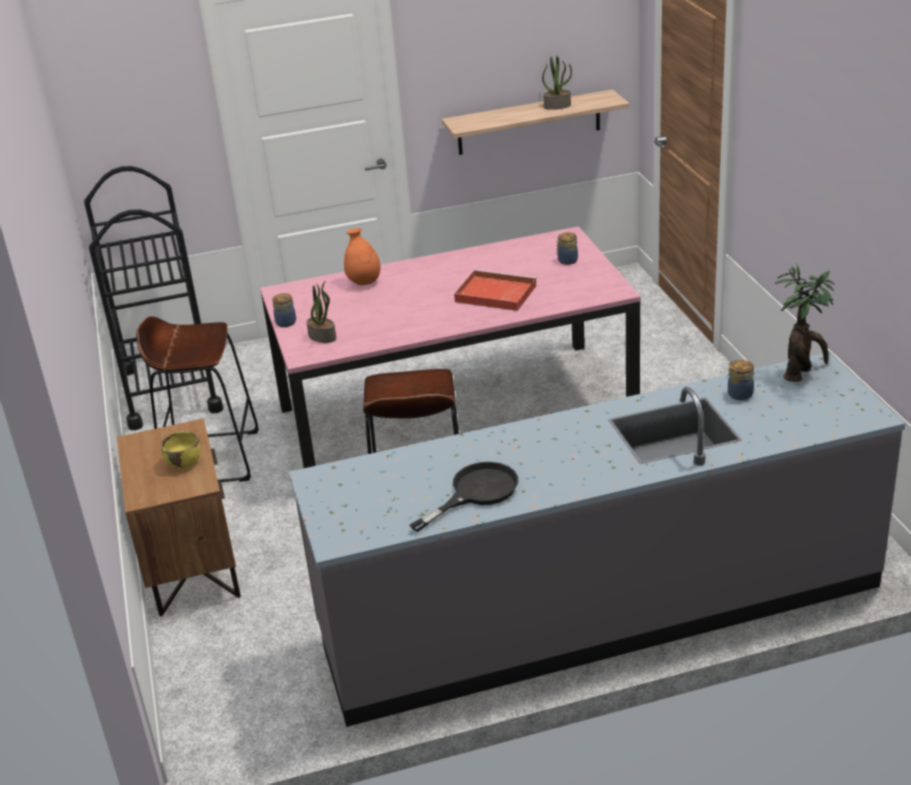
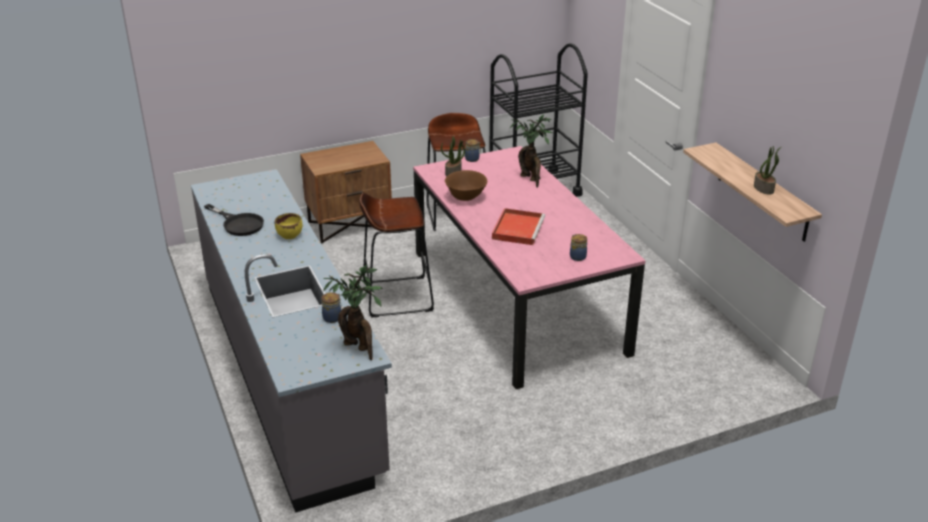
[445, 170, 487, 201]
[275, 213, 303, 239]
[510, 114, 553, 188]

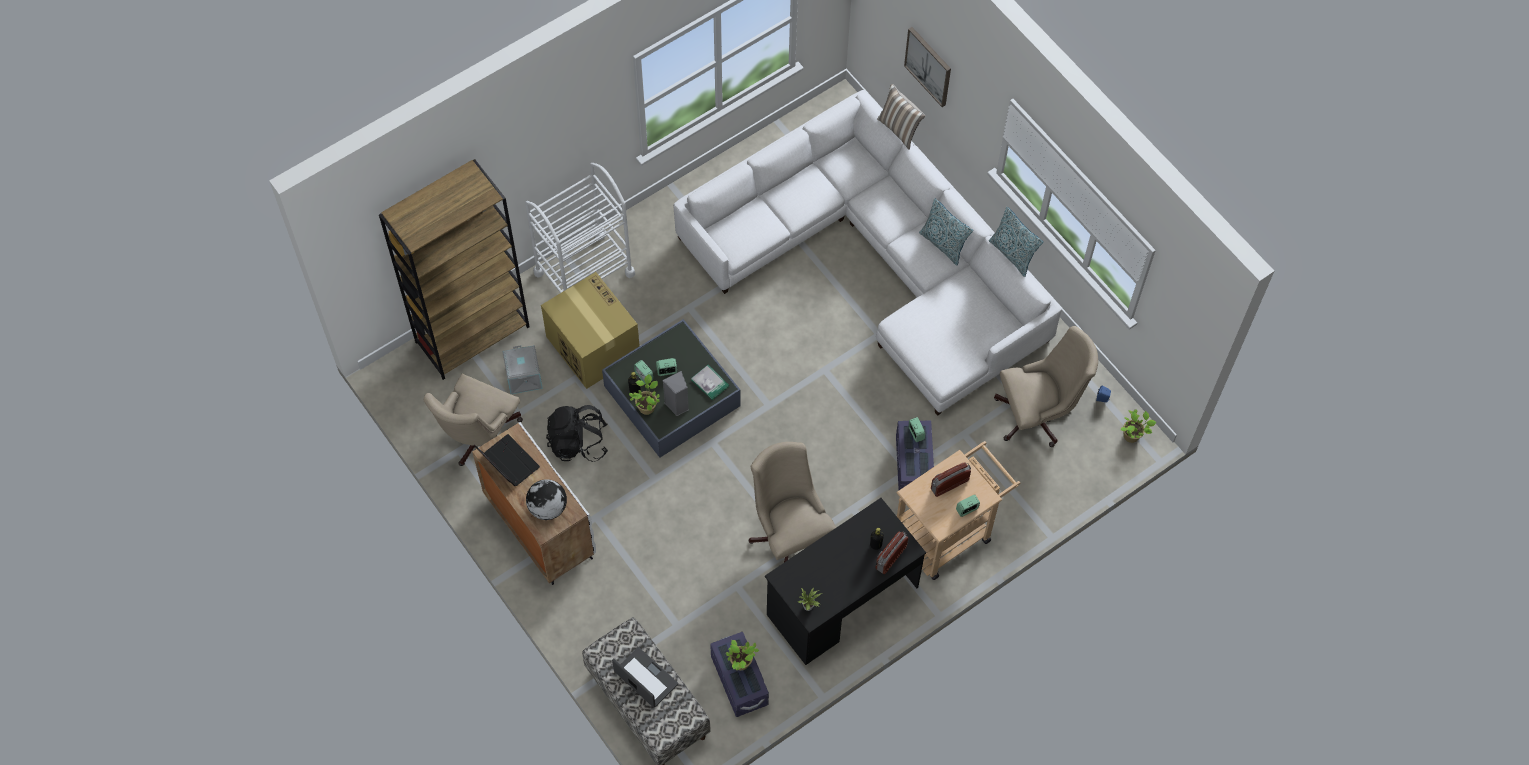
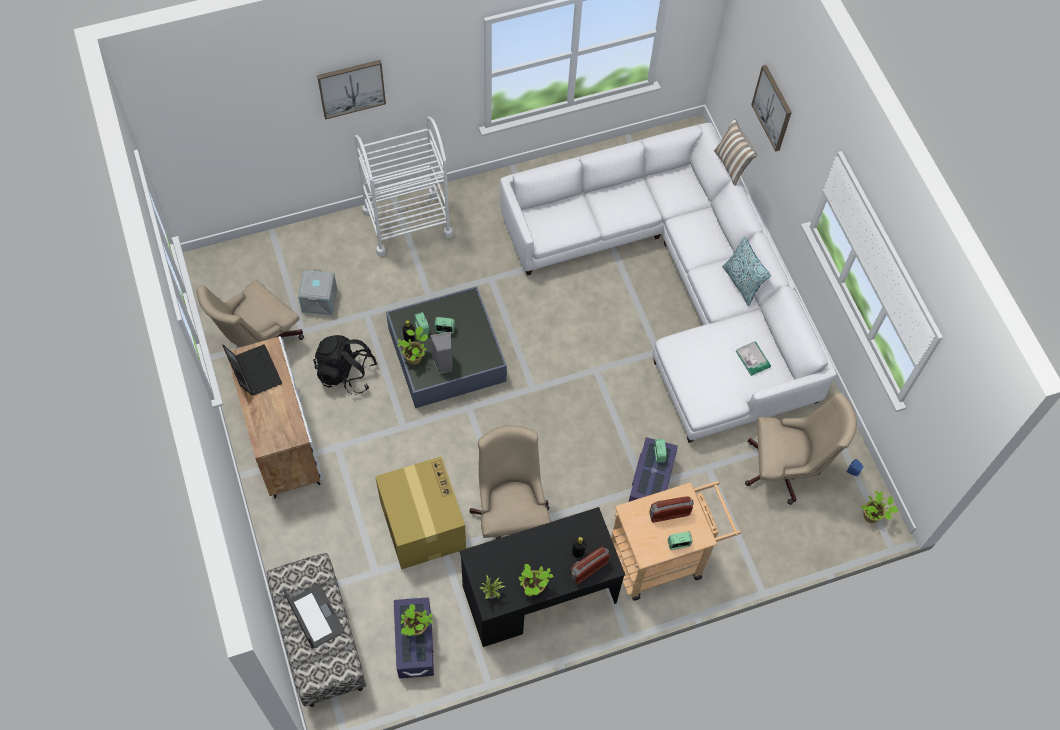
[379, 159, 530, 380] (first image)
[526, 479, 567, 520] (first image)
[989, 207, 1043, 277] (first image)
[317, 60, 386, 120]
[518, 564, 554, 597]
[375, 456, 466, 570]
[736, 341, 771, 376]

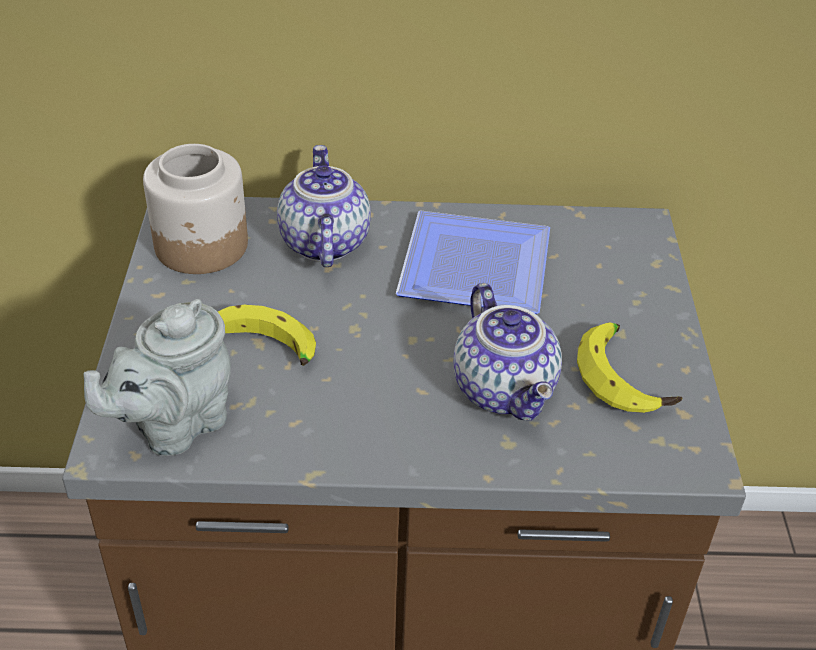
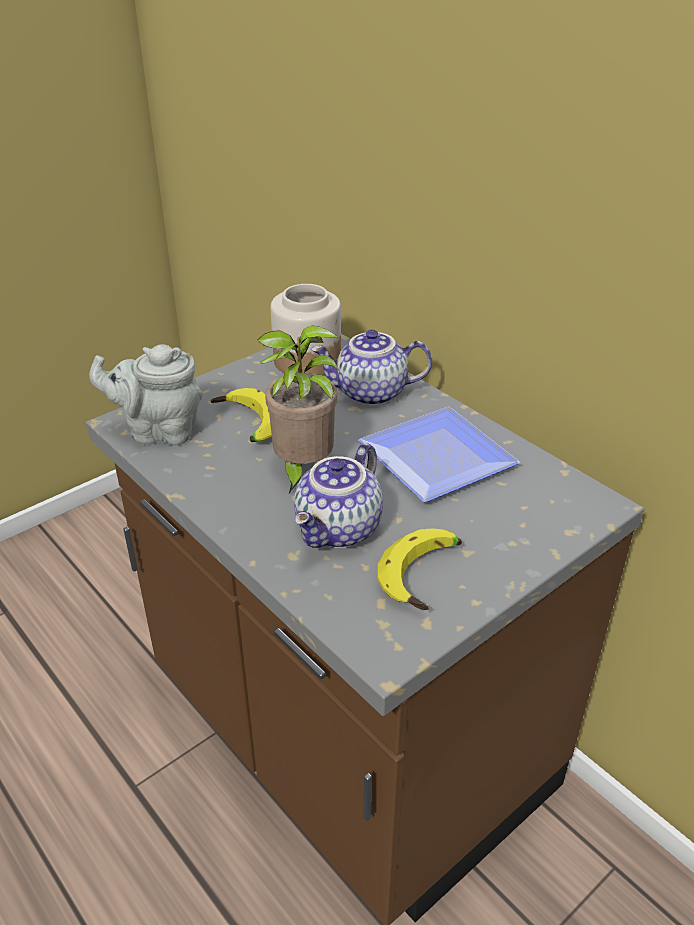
[257, 325, 340, 493]
[311, 329, 432, 406]

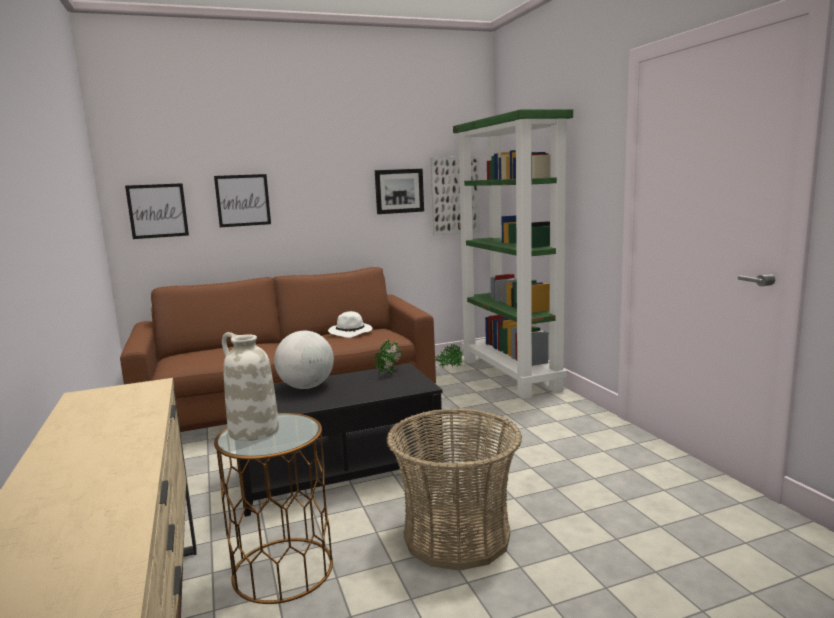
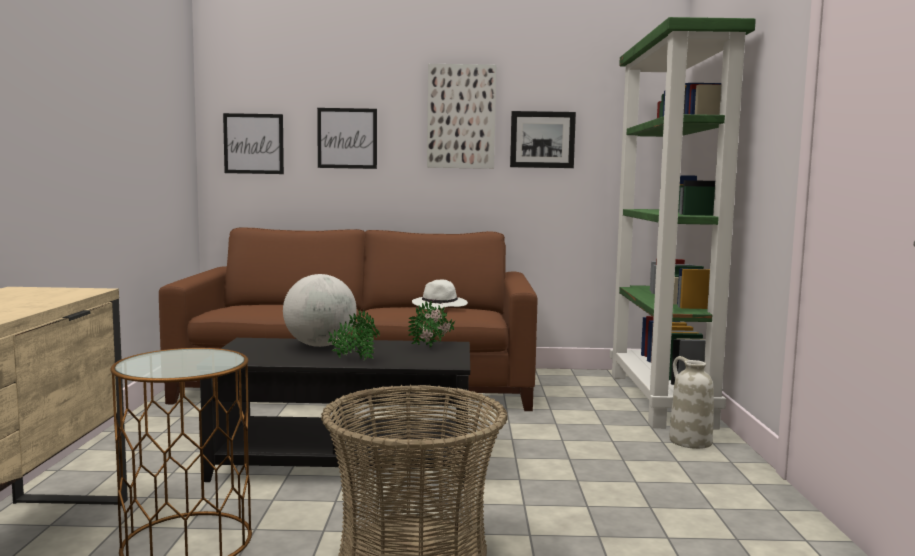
[669, 356, 714, 449]
[427, 64, 497, 169]
[328, 309, 380, 360]

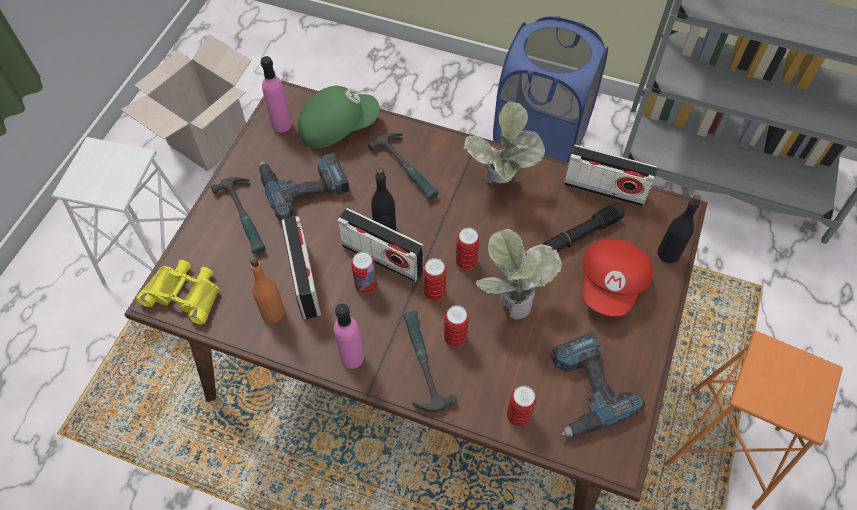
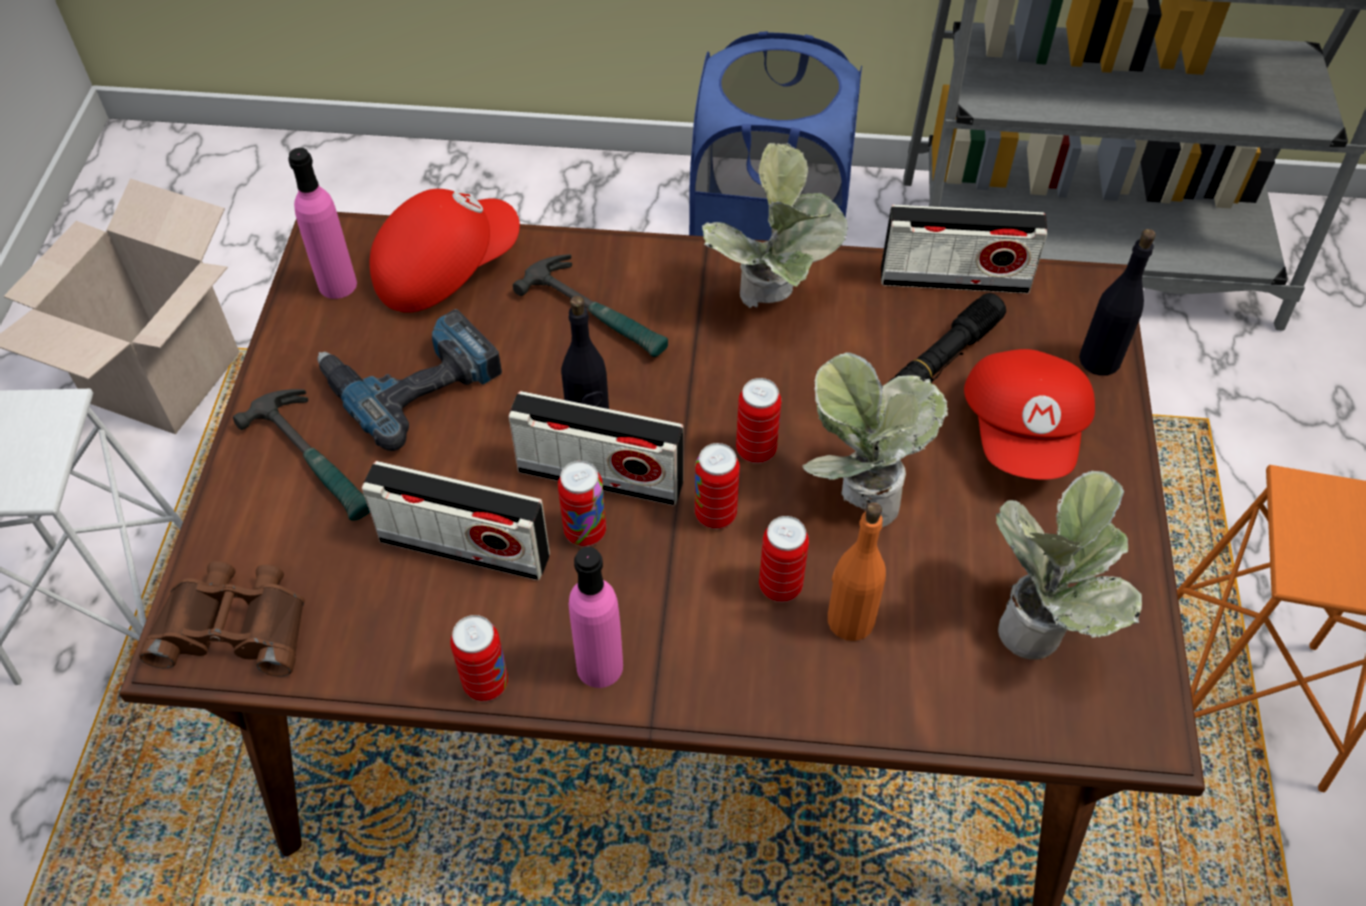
[403, 311, 458, 412] (first image)
[828, 502, 886, 641]
[450, 615, 508, 702]
[996, 471, 1142, 659]
[139, 561, 305, 676]
[369, 189, 520, 313]
[362, 461, 550, 580]

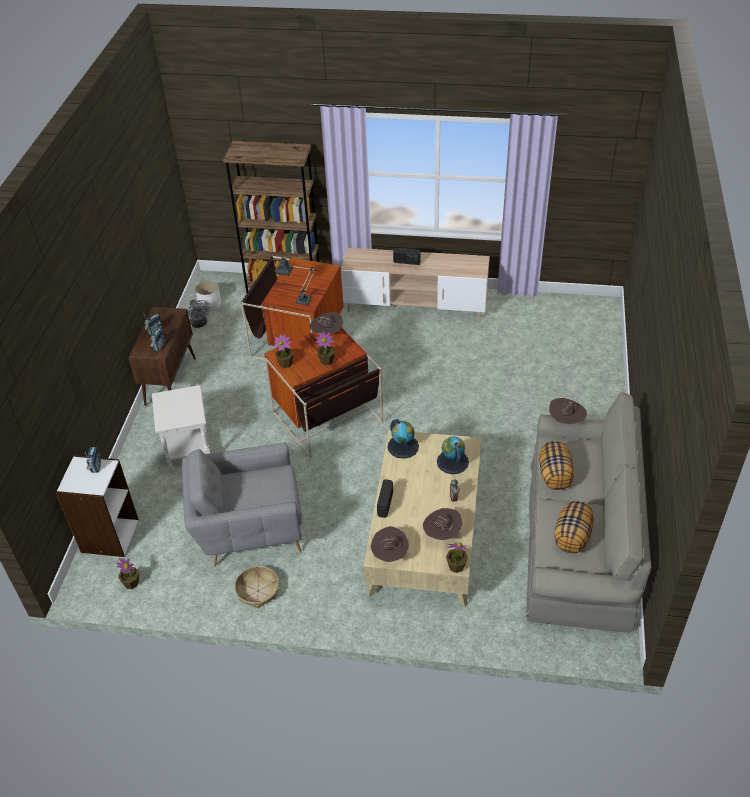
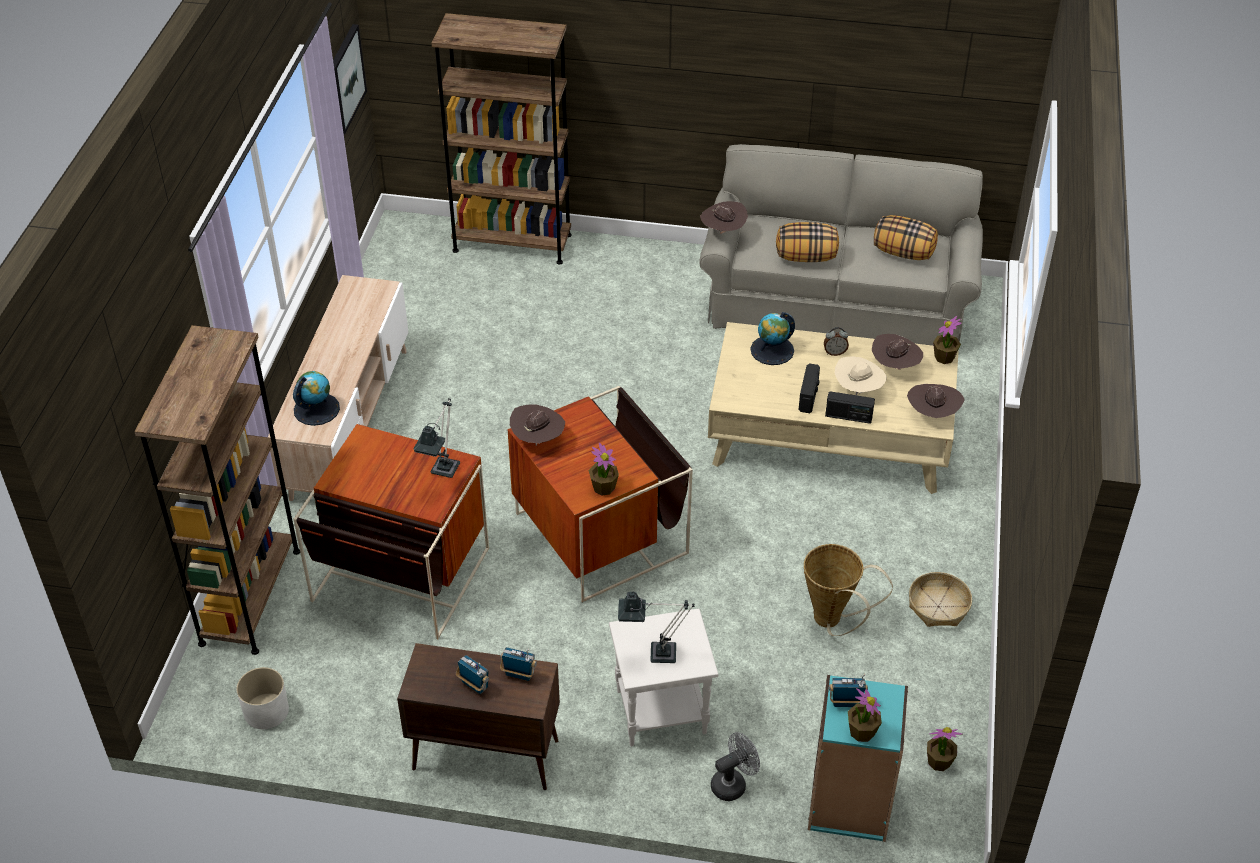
[333, 24, 367, 135]
[432, 13, 572, 265]
[618, 592, 694, 663]
[835, 356, 887, 395]
[711, 732, 760, 801]
[848, 688, 882, 742]
[293, 371, 340, 426]
[799, 363, 820, 413]
[804, 544, 893, 636]
[808, 675, 908, 842]

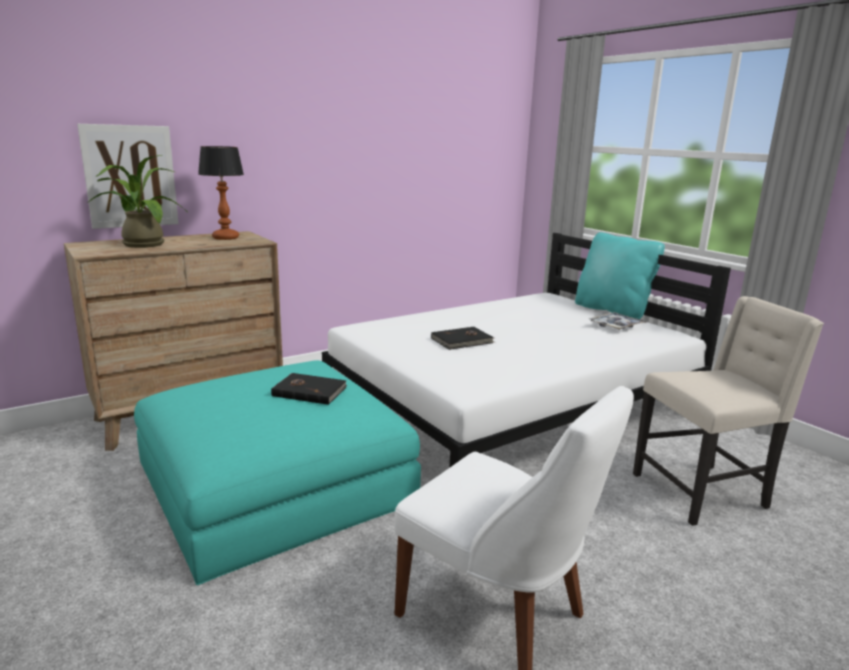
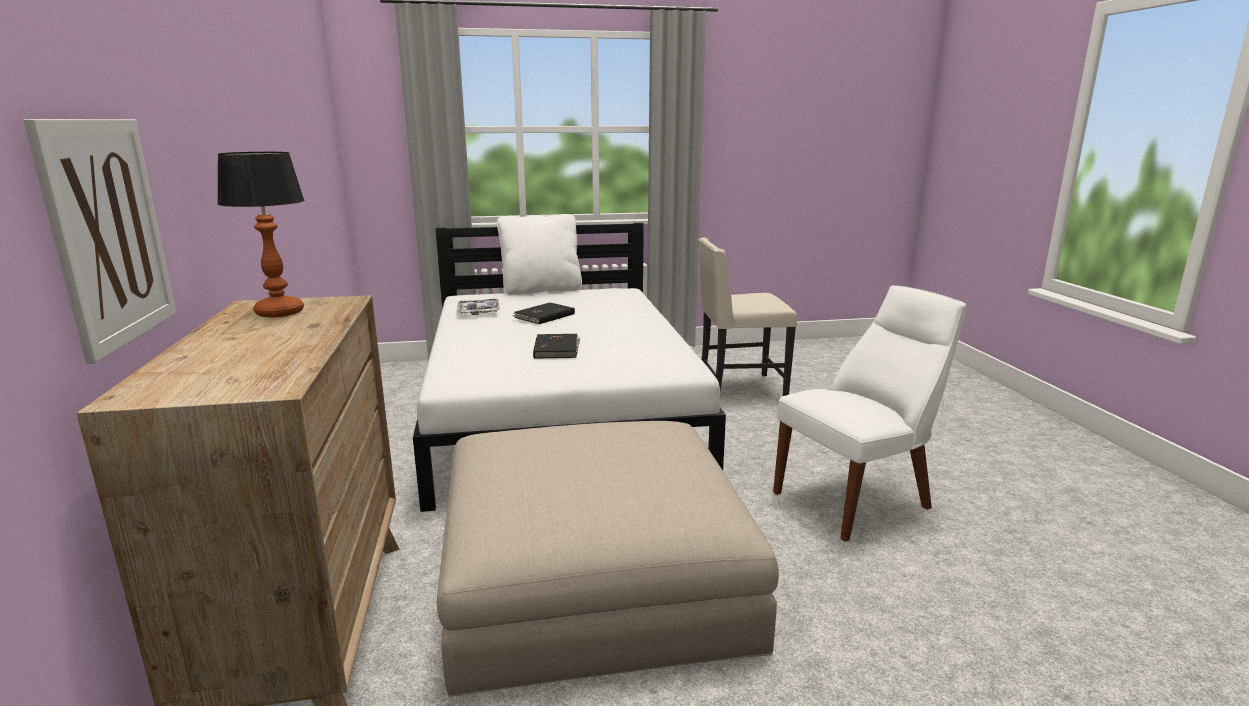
[89, 155, 185, 248] (first image)
[512, 303, 575, 324]
[457, 299, 500, 315]
[437, 421, 779, 697]
[497, 214, 582, 295]
[698, 238, 797, 396]

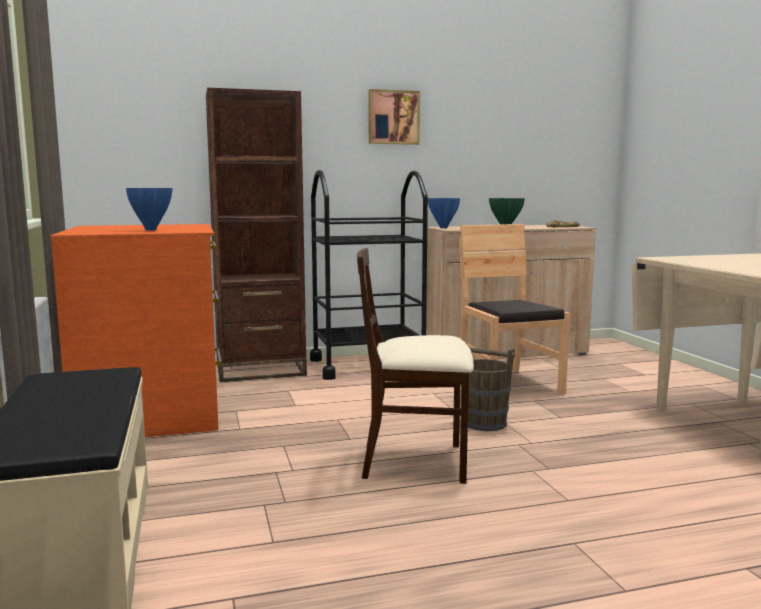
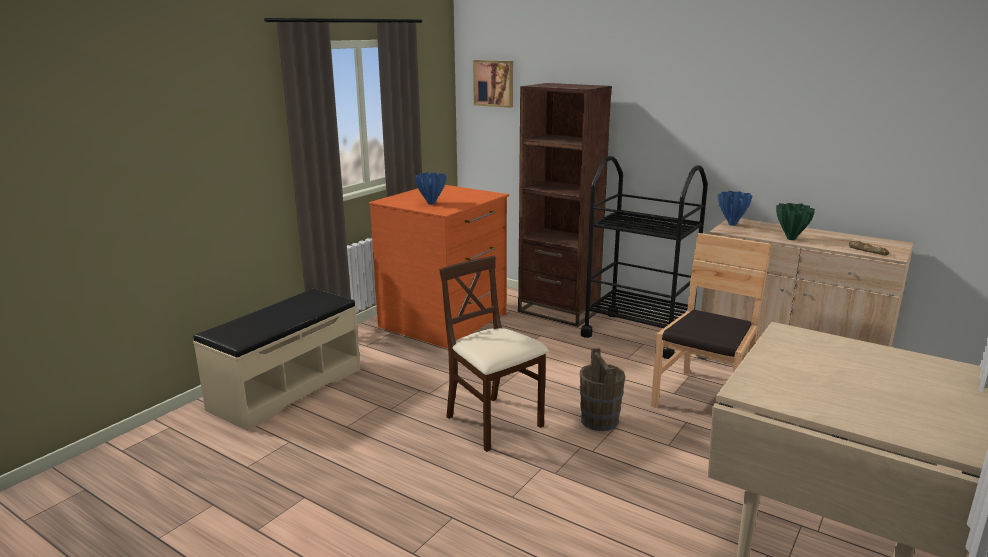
[473, 60, 513, 108]

